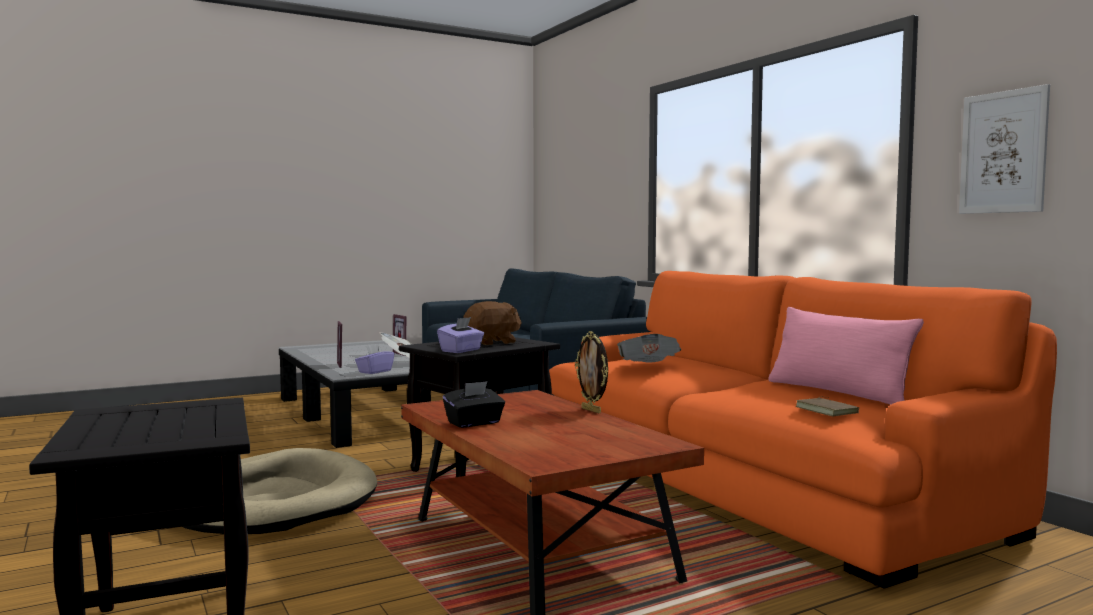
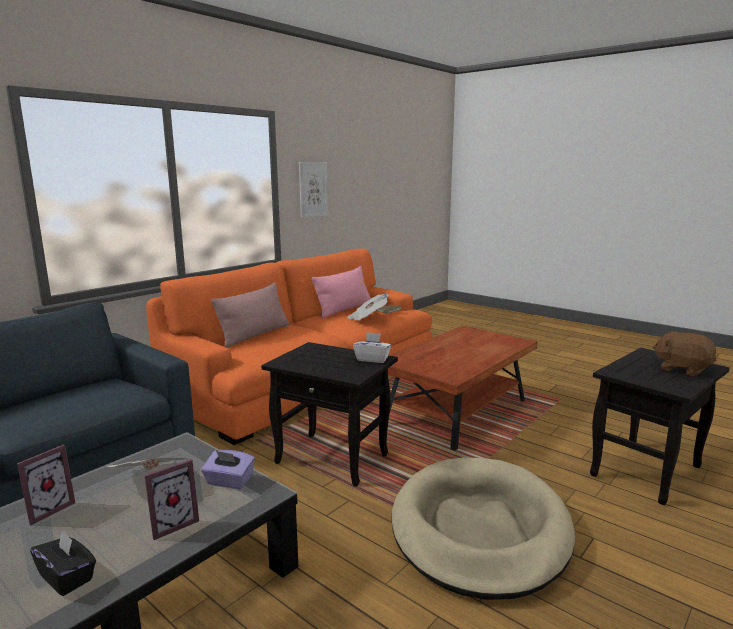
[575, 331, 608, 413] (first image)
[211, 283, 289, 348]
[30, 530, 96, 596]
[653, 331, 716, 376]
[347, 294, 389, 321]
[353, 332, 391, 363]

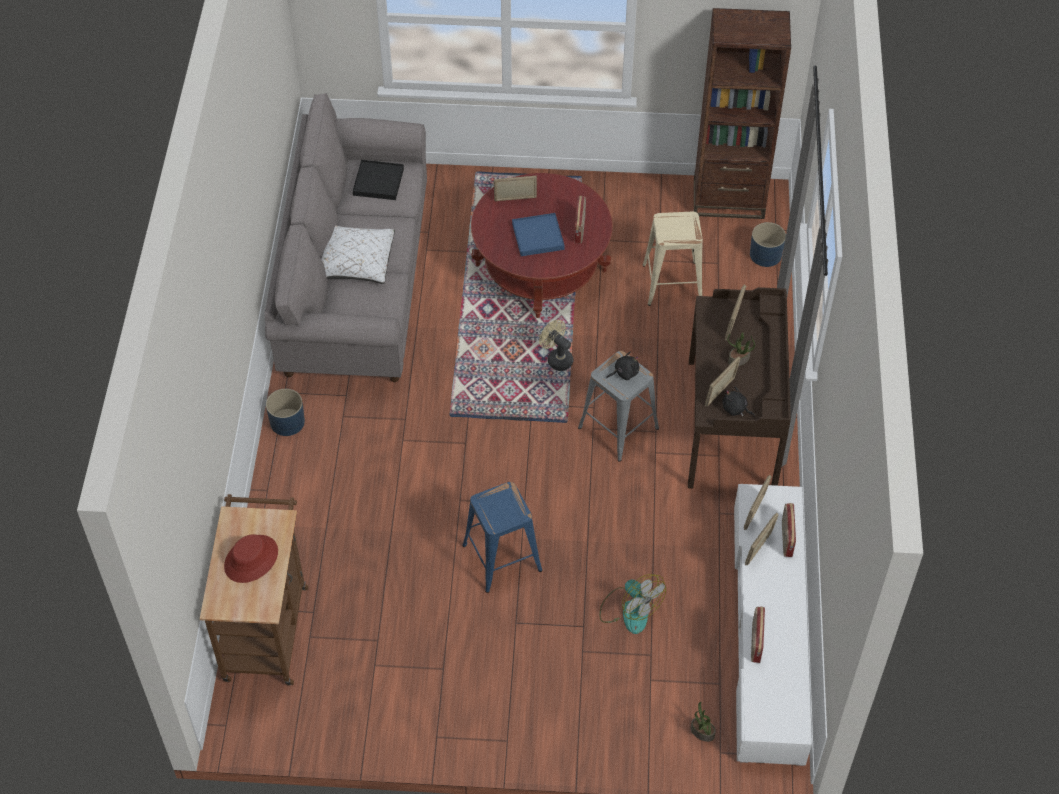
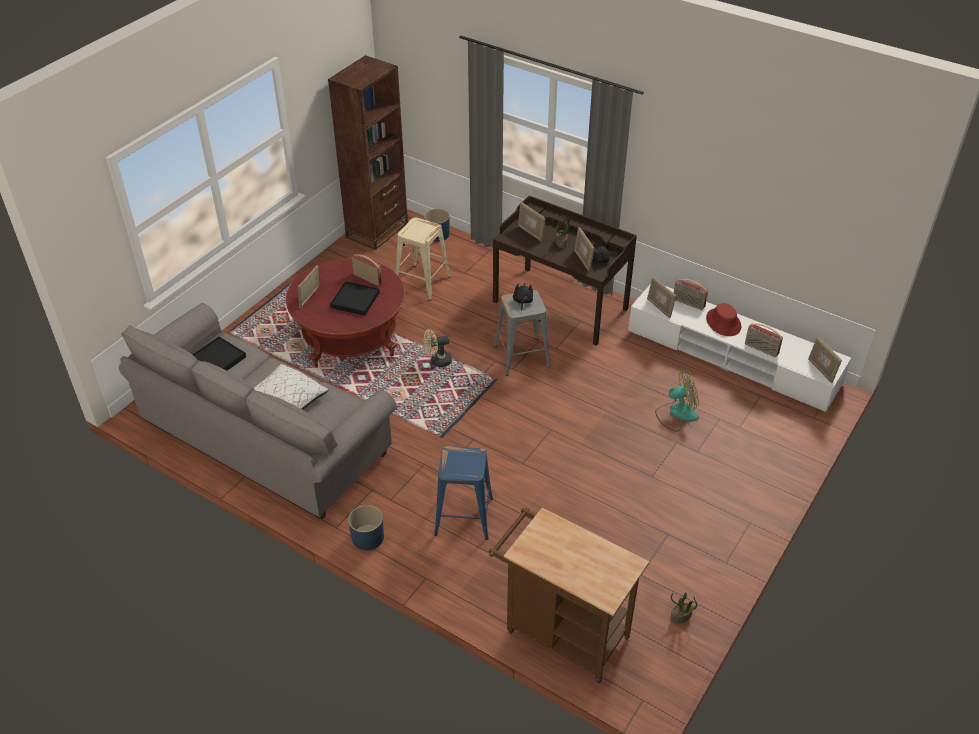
[706, 303, 742, 336]
[434, 446, 493, 540]
[670, 592, 697, 624]
[808, 337, 842, 383]
[330, 281, 380, 316]

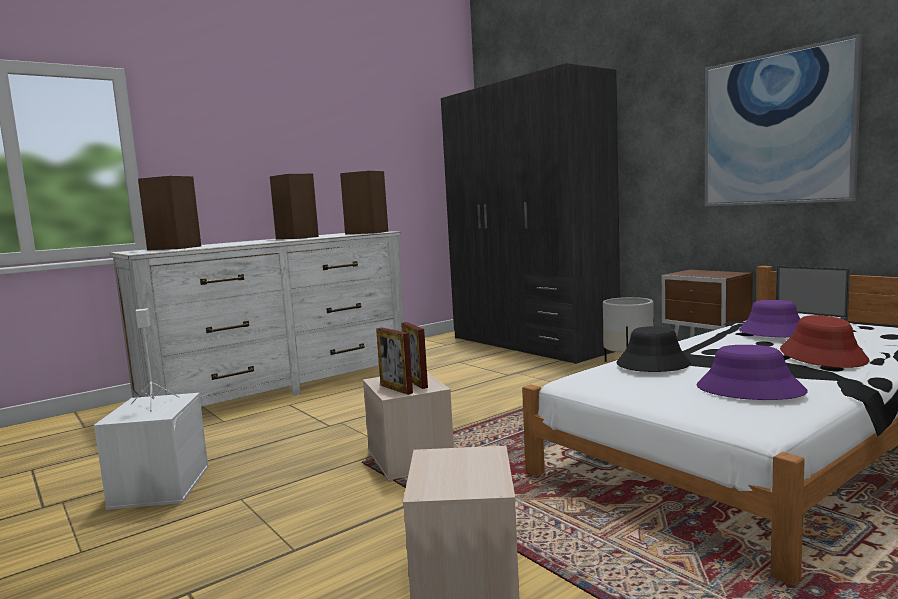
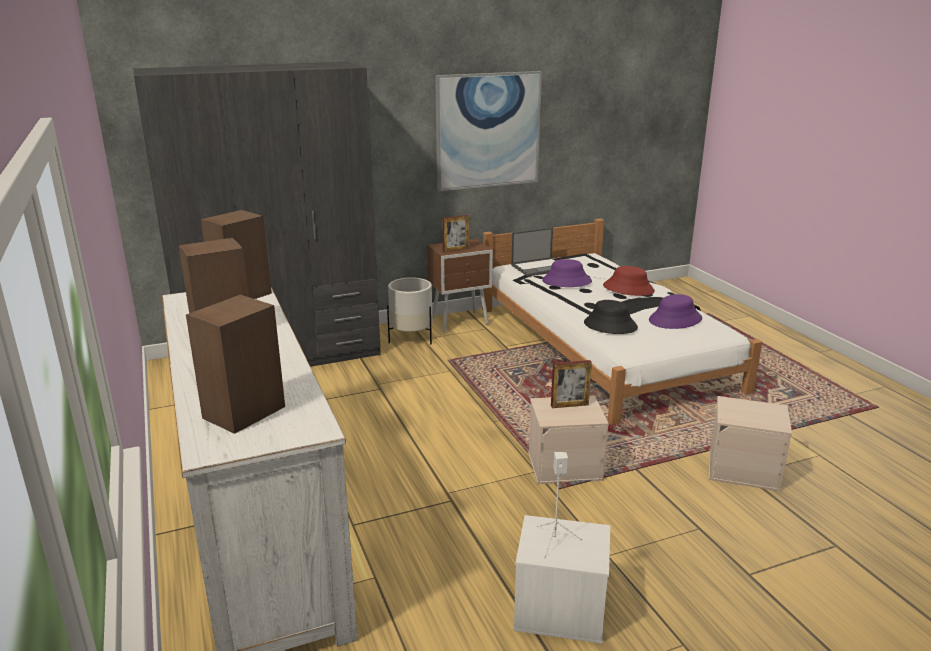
[442, 215, 469, 252]

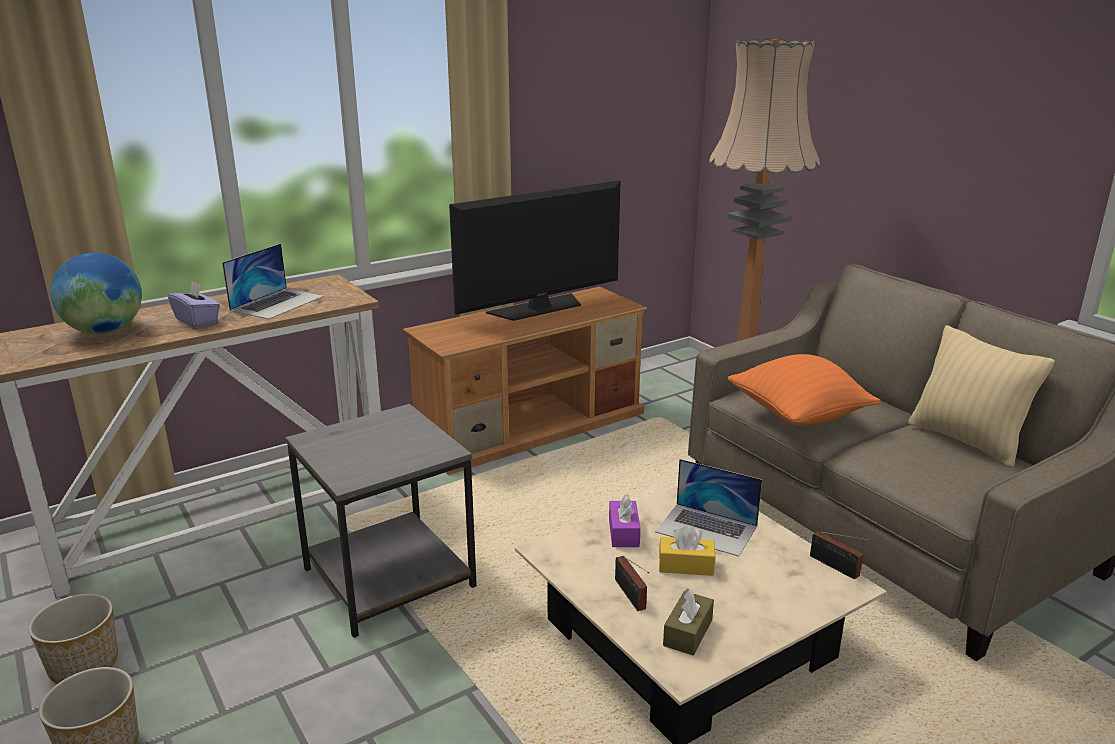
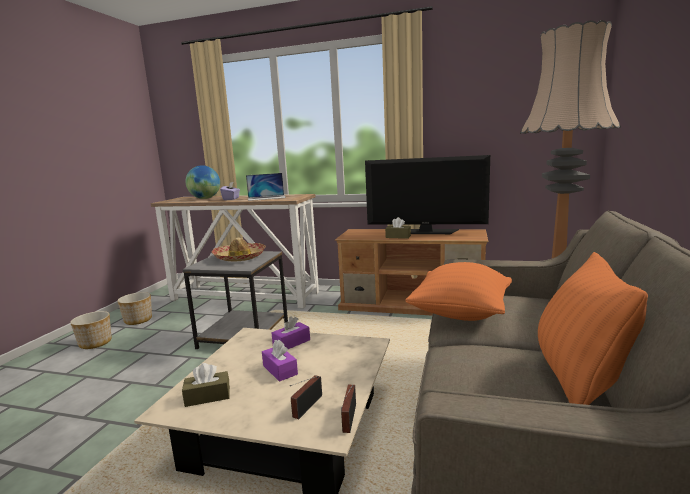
[655, 459, 762, 556] (first image)
[211, 238, 266, 261]
[385, 217, 411, 239]
[290, 375, 322, 419]
[262, 340, 298, 382]
[538, 252, 648, 405]

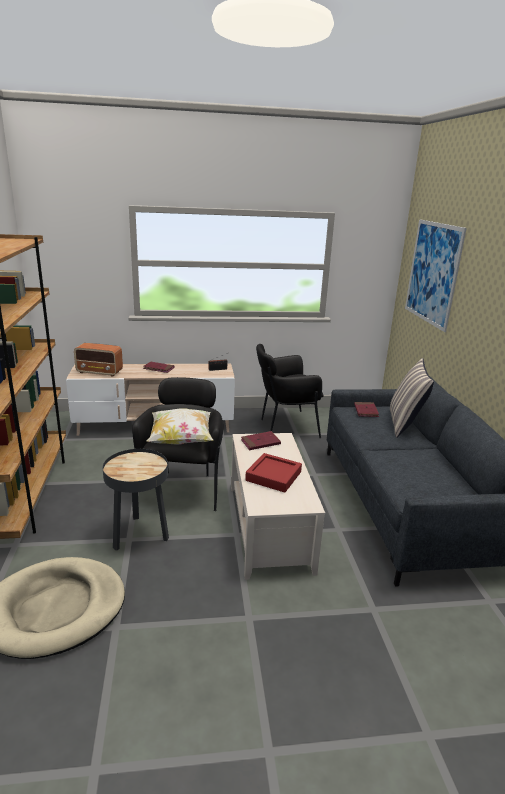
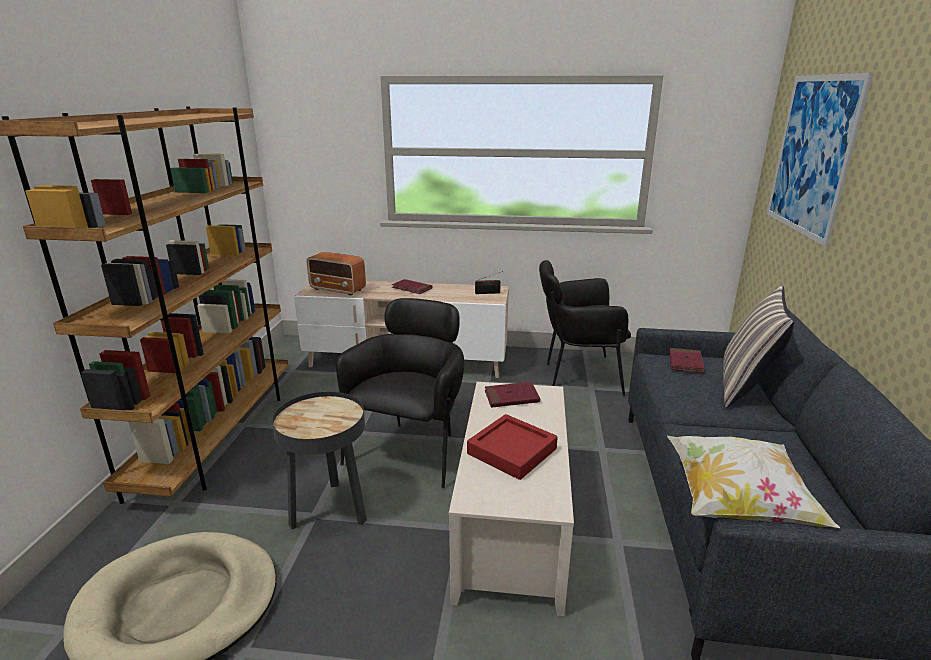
[667, 436, 840, 528]

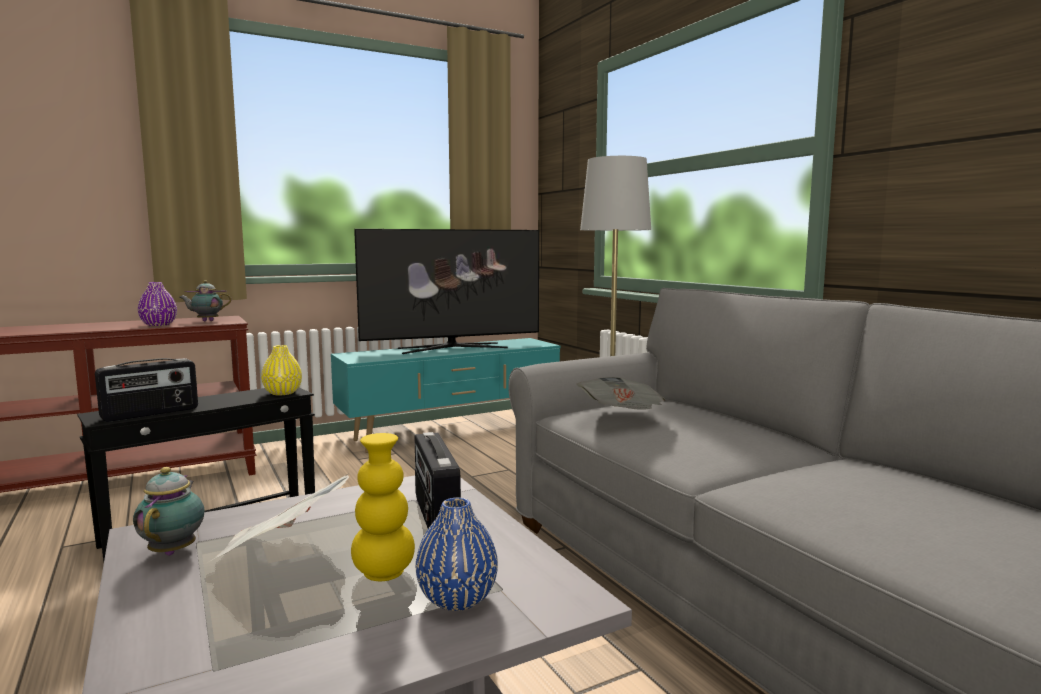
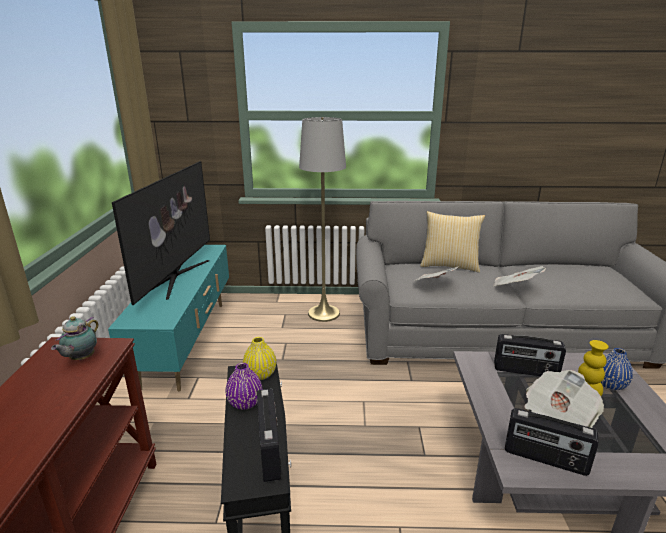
[420, 211, 485, 272]
[494, 266, 546, 286]
[225, 363, 262, 410]
[505, 408, 599, 476]

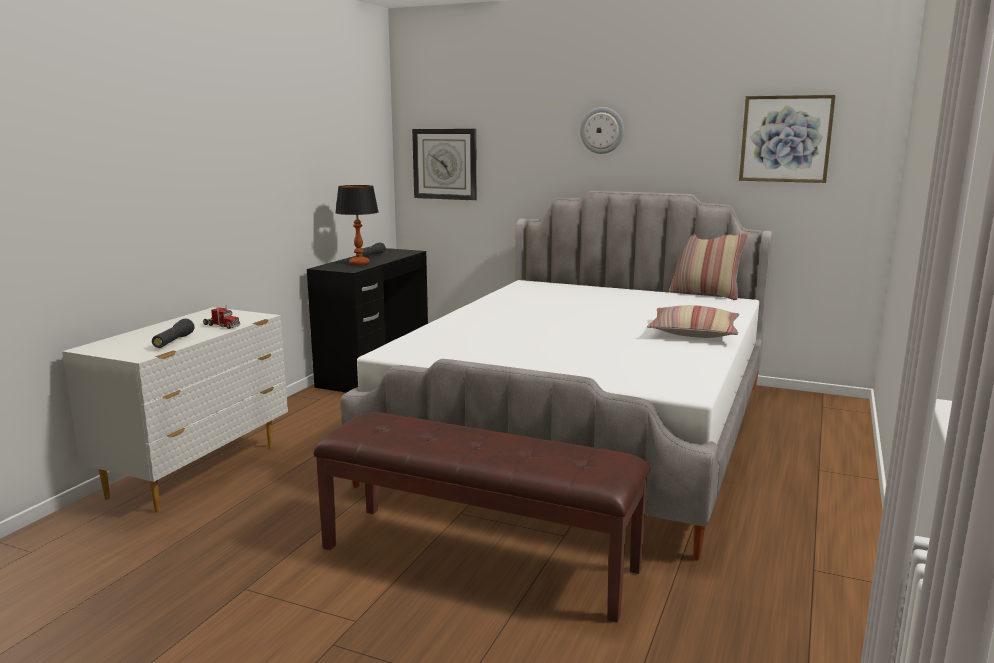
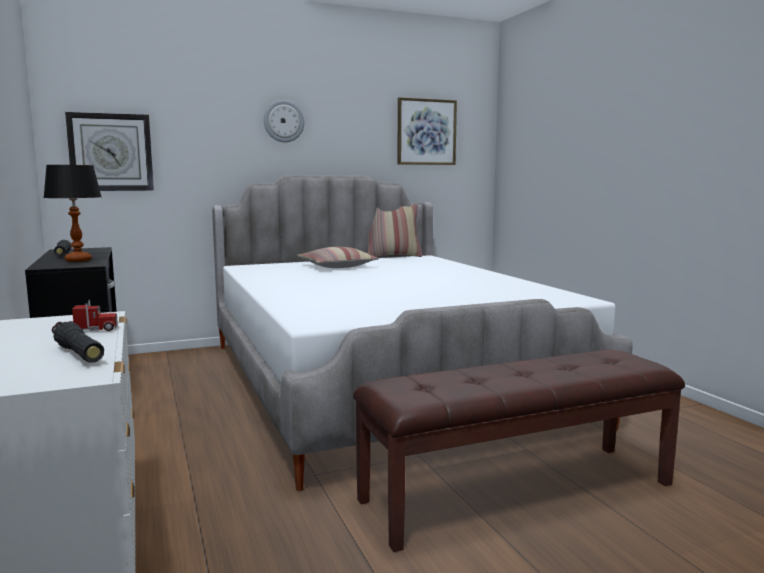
[297, 247, 379, 268]

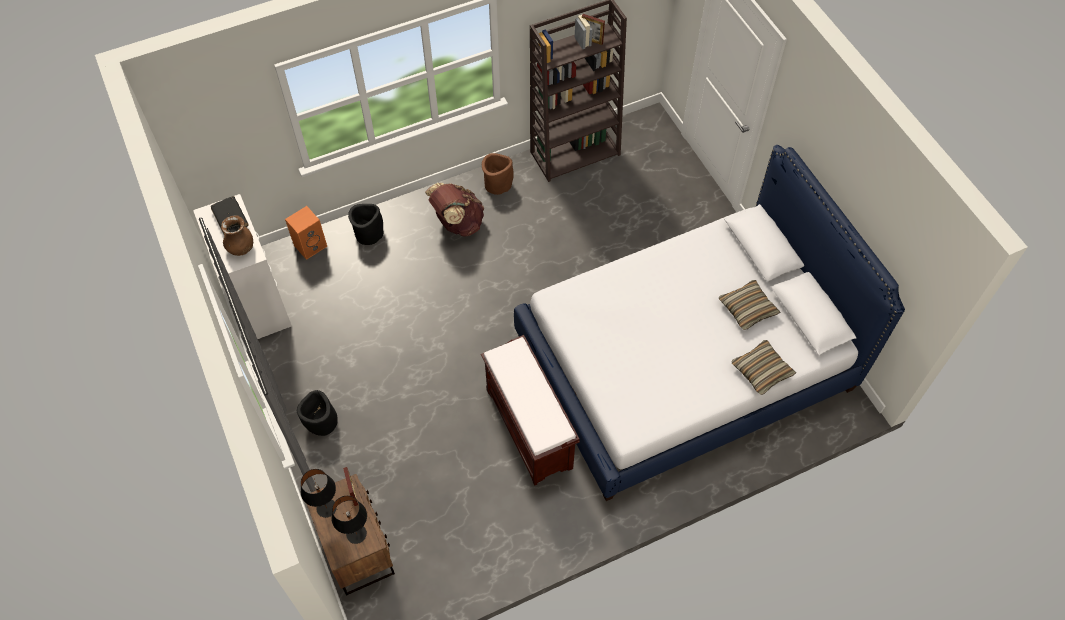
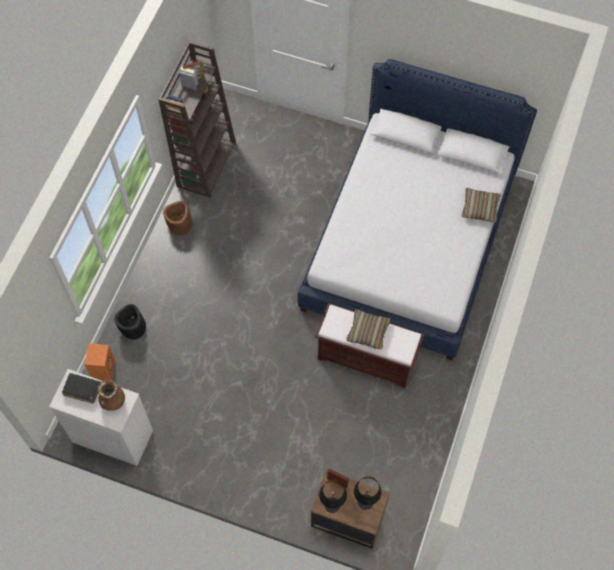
[297, 390, 338, 436] (first image)
[425, 183, 485, 237] (first image)
[346, 309, 391, 350]

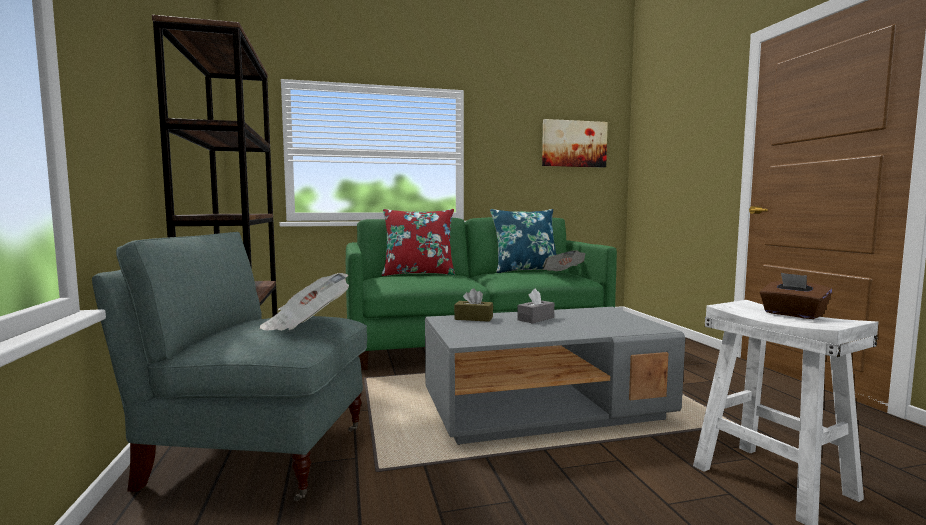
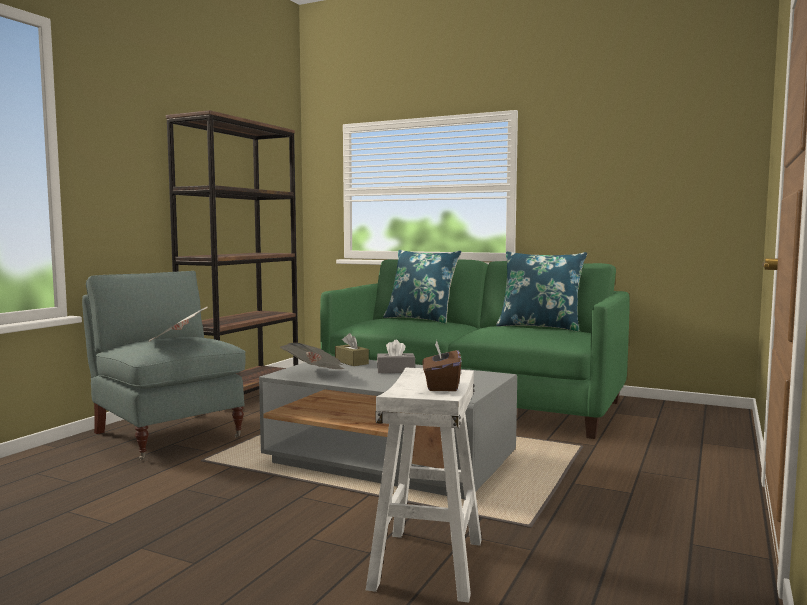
[542, 119, 608, 167] (first image)
[280, 343, 344, 369]
[383, 250, 462, 324]

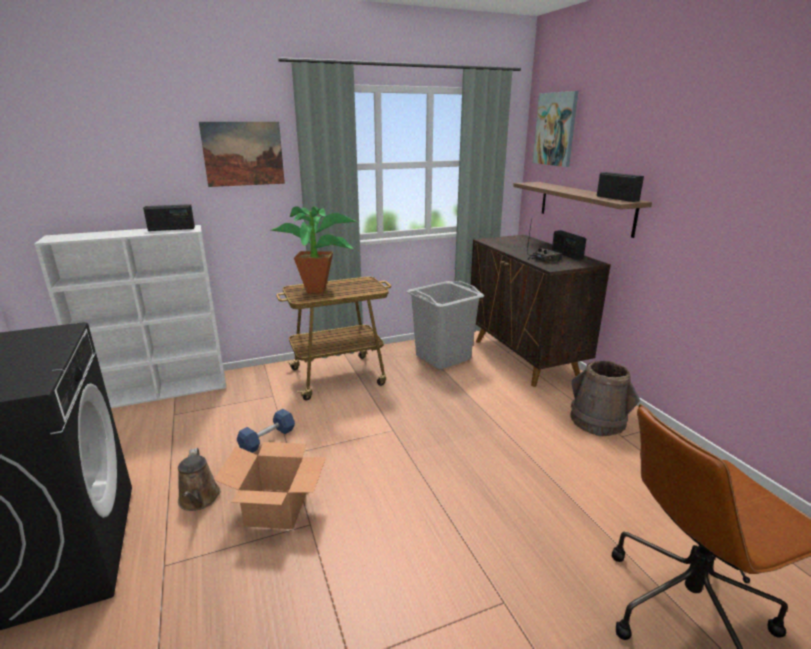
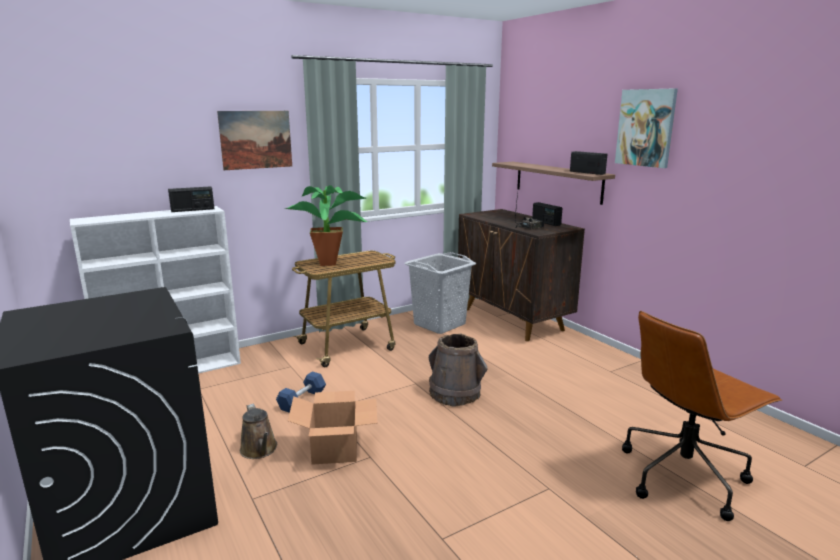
[615, 88, 678, 168]
[429, 334, 488, 407]

